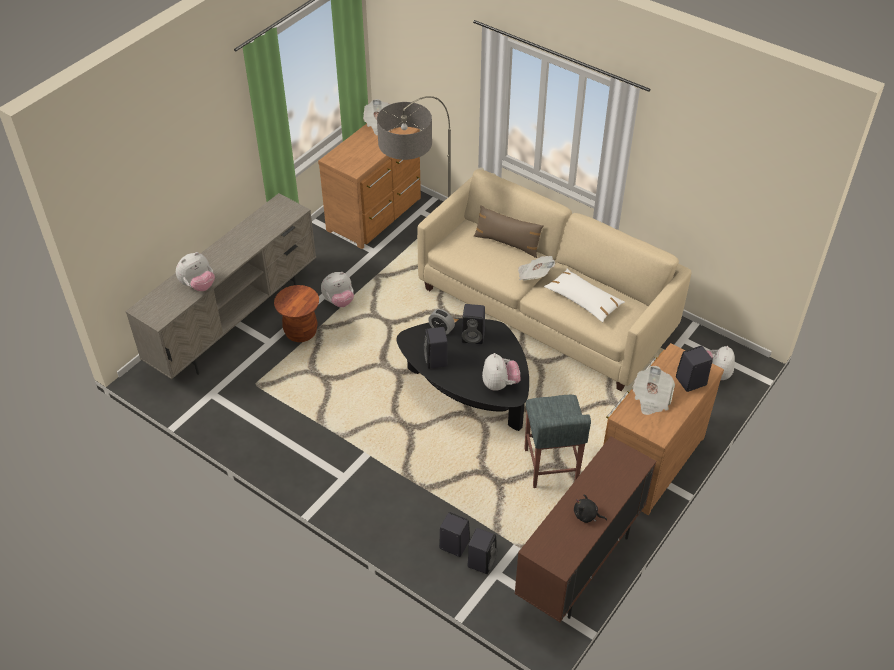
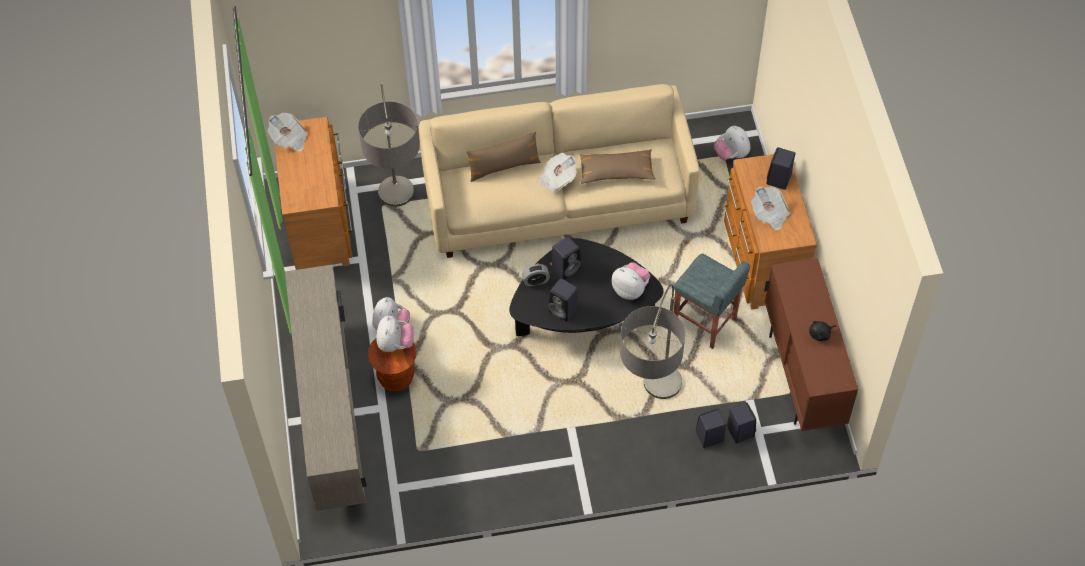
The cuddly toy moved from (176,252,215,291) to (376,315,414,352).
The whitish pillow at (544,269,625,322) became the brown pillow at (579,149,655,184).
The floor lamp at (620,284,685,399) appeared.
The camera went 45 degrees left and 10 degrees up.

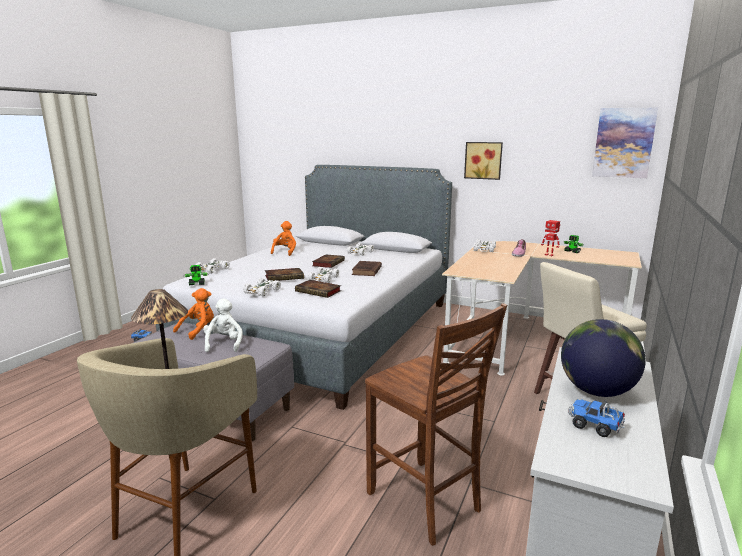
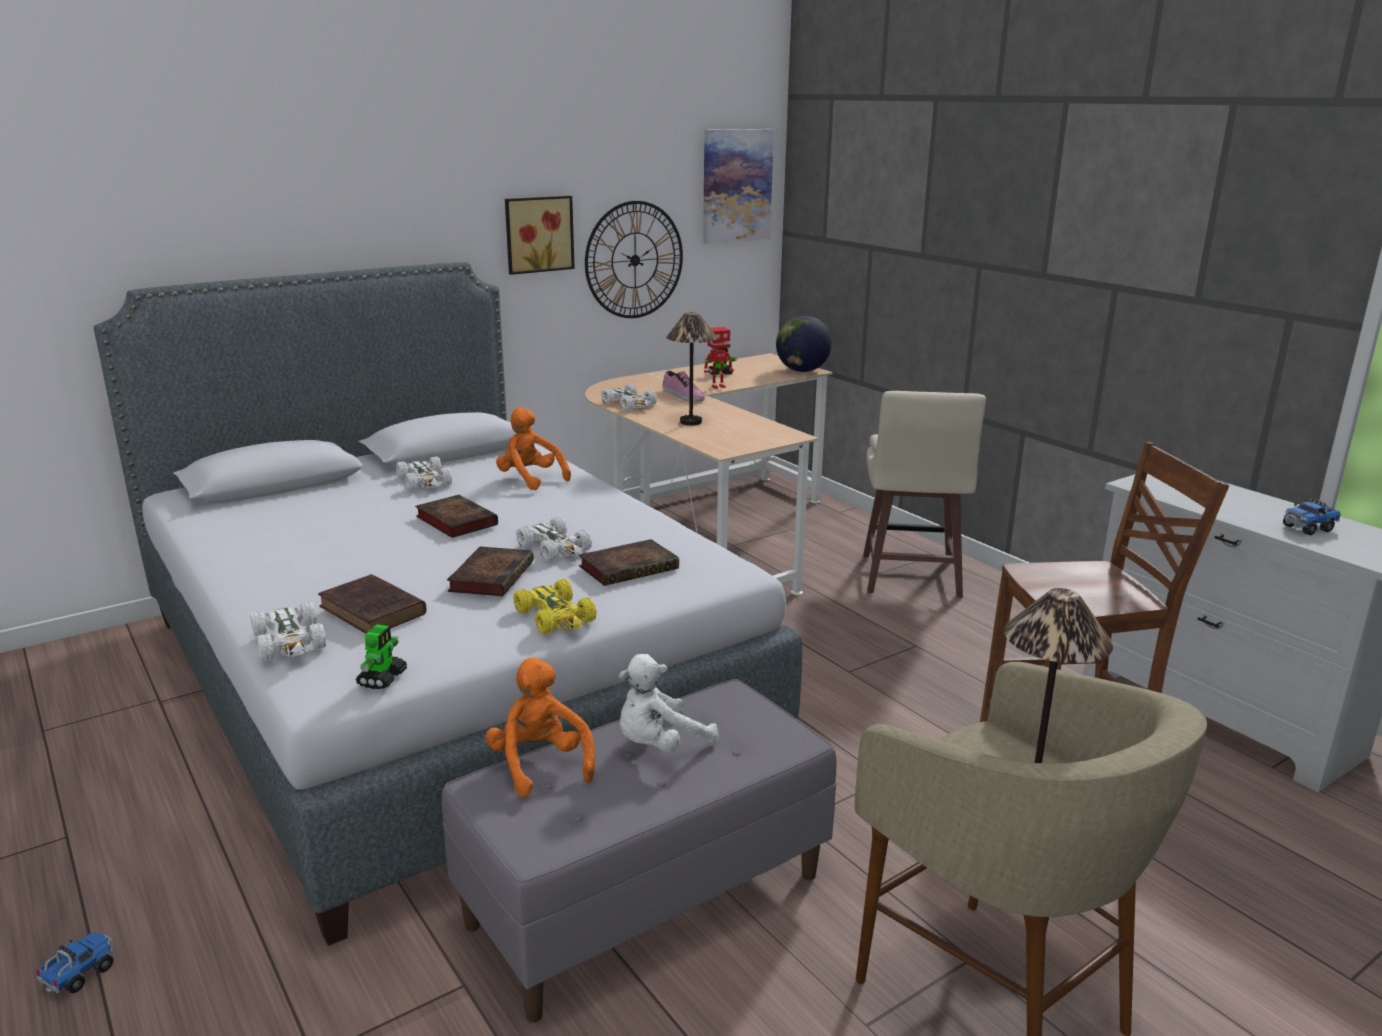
The orange cuddly toy moved from (271,221,296,256) to (496,407,571,490).
The brown book moved from (352,261,382,276) to (318,574,426,634).
The whitish model car at (243,278,281,297) became the yellowish model car at (513,579,596,634).
The whitish cuddly toy at (203,298,243,352) turned 60 degrees counterclockwise.
The desk globe moved from (561,319,646,397) to (776,316,832,372).
The clock on the wall at (585,201,683,318) appeared.
The table lamp at (666,312,718,425) appeared.
The camera went 60 degrees left and 5 degrees up.

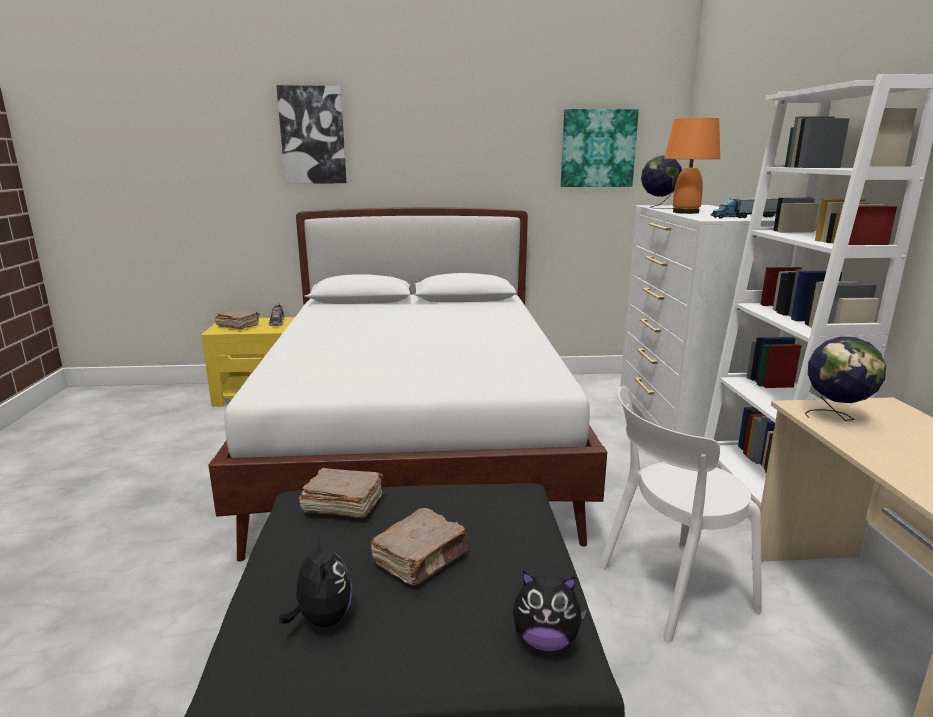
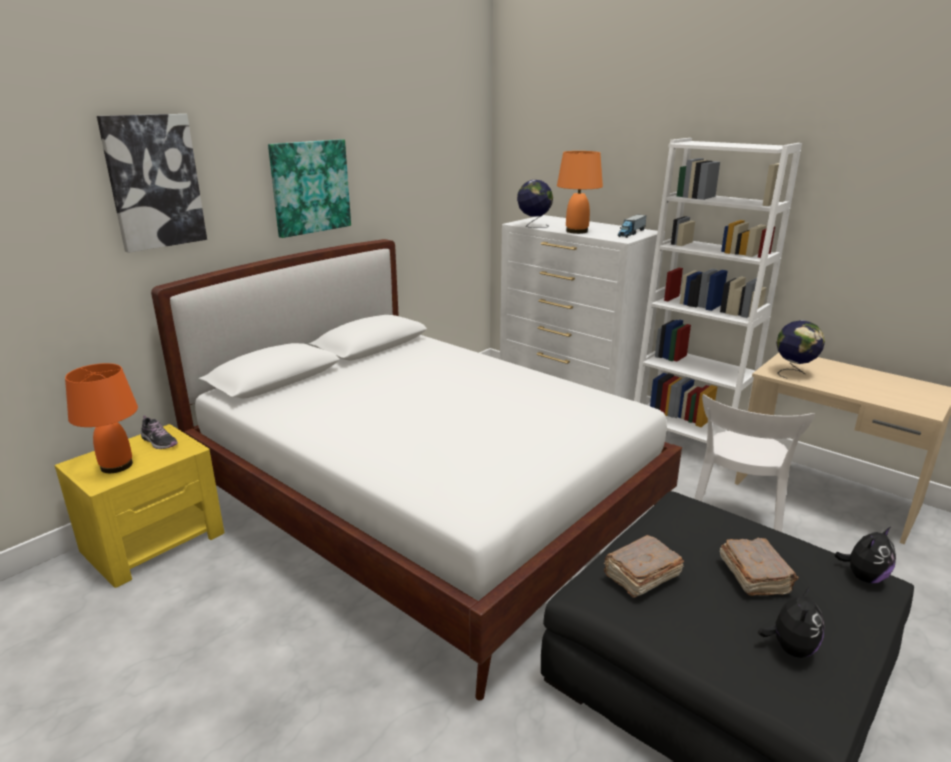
The wall picture moved from (561,109,639,187) to (268,139,351,238).
The brown book at (215,309,260,329) was replaced by the orange table lamp at (65,363,138,473).
The cuddly toy at (279,534,352,627) turned 90 degrees clockwise.
The camera went 45 degrees left and 5 degrees up.

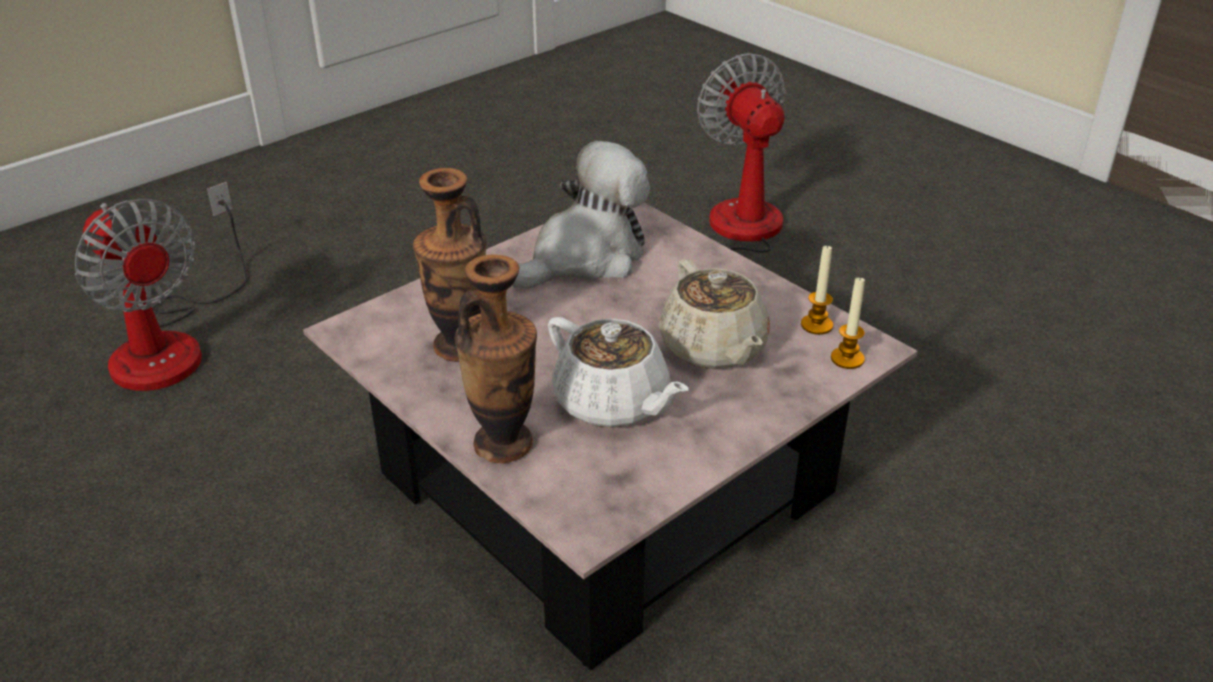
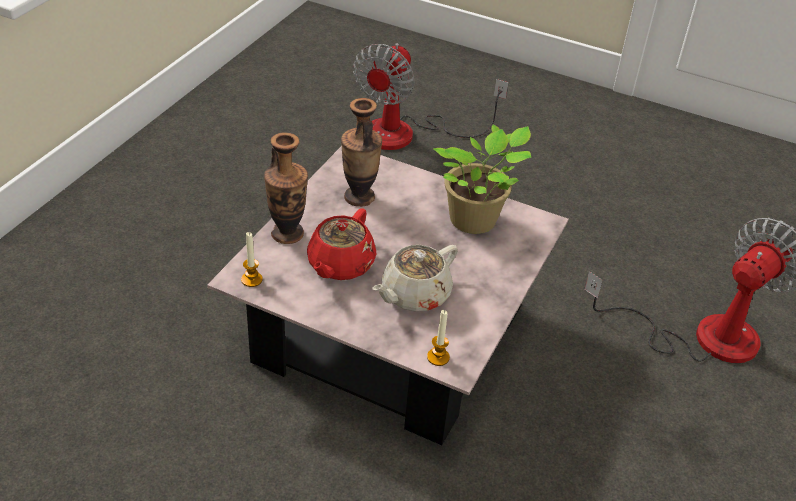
The cuddly toy at (512,141,650,289) was replaced by the potted plant at (433,125,531,234).
The candle moved from (801,245,833,335) to (241,232,263,287).
The whitish pot for tea at (548,317,689,428) became the red pot for tea at (307,208,376,280).
The camera went 65 degrees right and 5 degrees up.

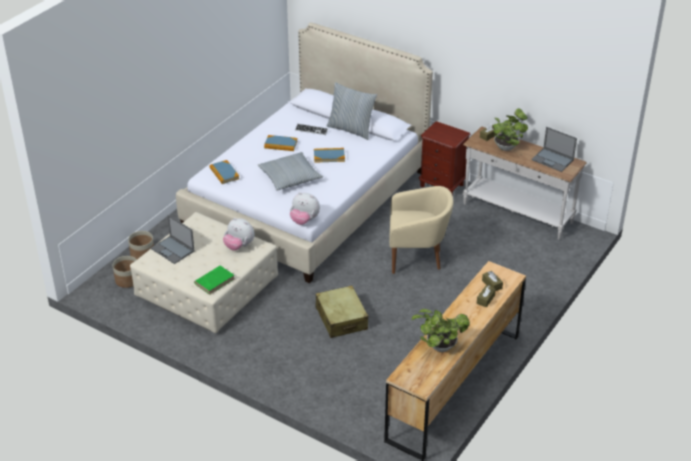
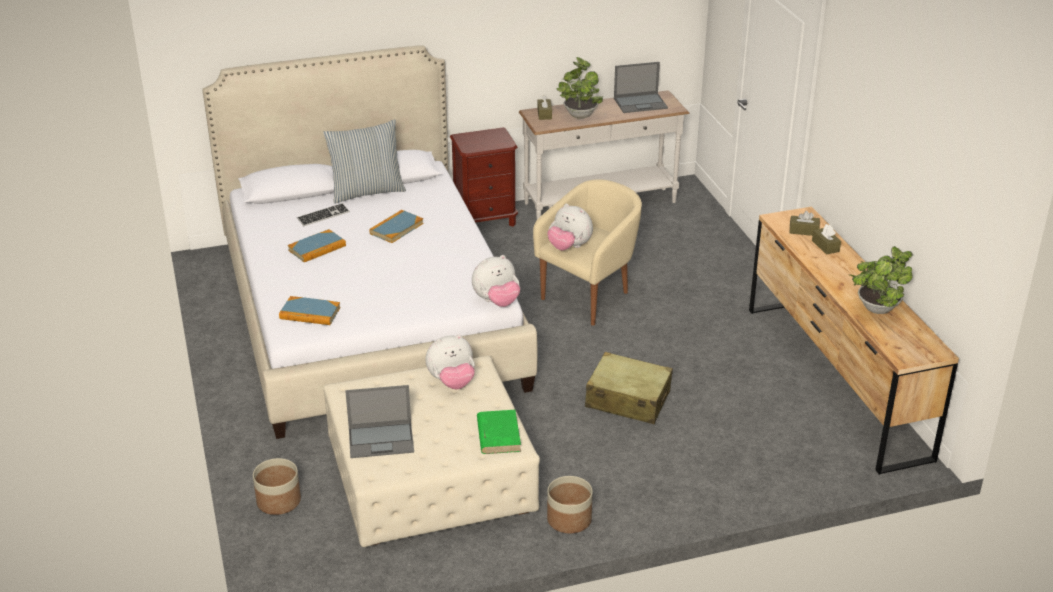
The pillow at (257,152,323,190) disappeared.
The flower pot moved from (113,256,137,288) to (547,476,593,533).
The cuddly toy at (547,204,593,251) appeared.
The camera went 50 degrees left and 5 degrees down.

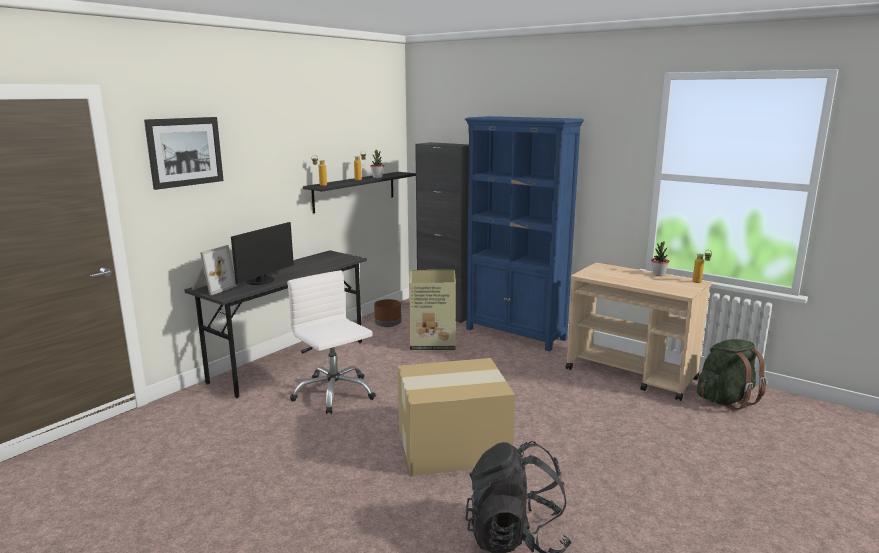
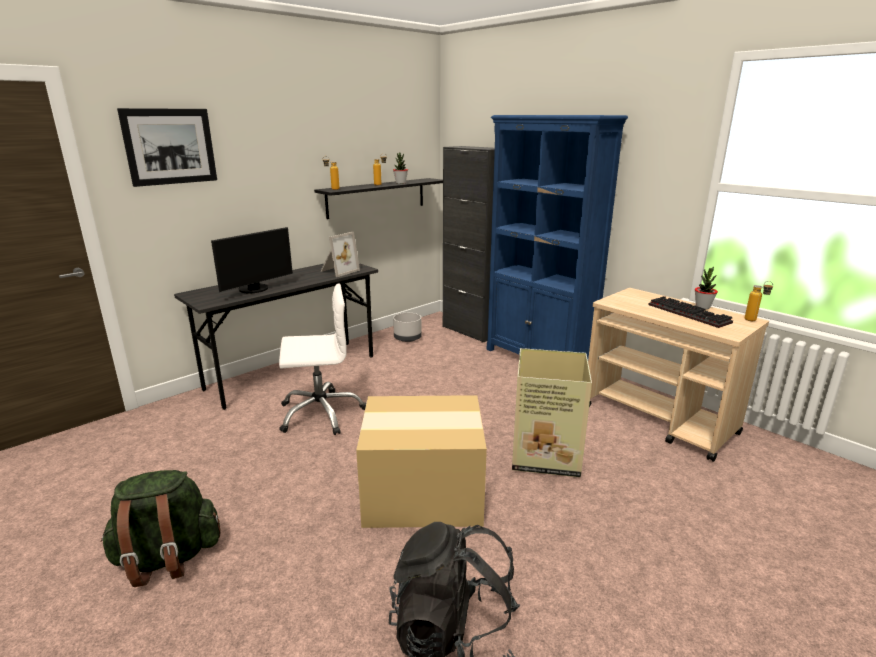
The standing frame moved from (192,245,237,295) to (320,232,360,277).
The whitish desk chair at (287,270,376,414) turned 105 degrees clockwise.
The carton moved from (409,270,456,350) to (512,348,592,477).
The brown flower pot at (374,299,402,327) became the greyish flower pot at (393,313,422,342).
The greenish rucksack moved from (697,339,767,410) to (100,470,221,587).
The computer keyboard at (648,296,733,328) appeared.
The camera went 10 degrees right and 5 degrees up.

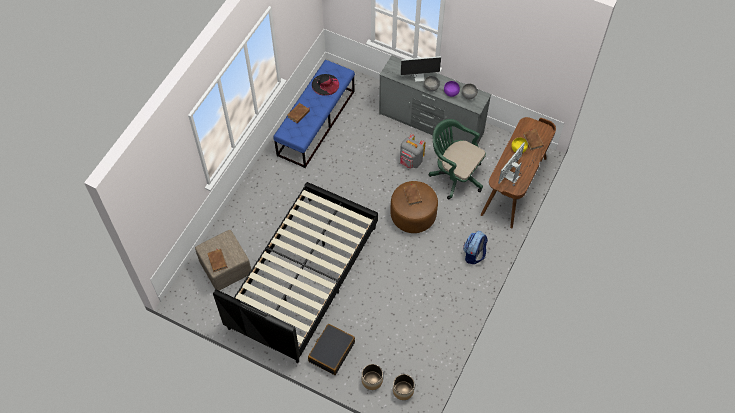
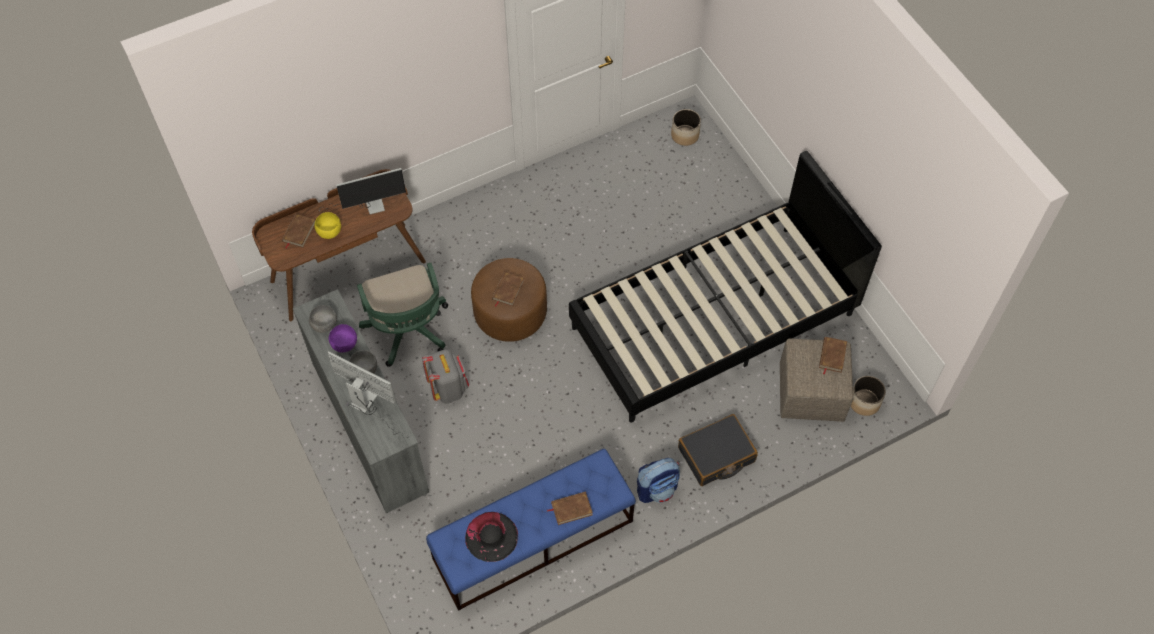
The rucksack moved from (463,231,488,264) to (637,458,680,503).
The black-coloured travel case moved from (308,324,355,375) to (678,414,758,486).
The flower pot moved from (362,364,383,390) to (851,376,886,416).
The camera went 145 degrees left and 0 degrees up.

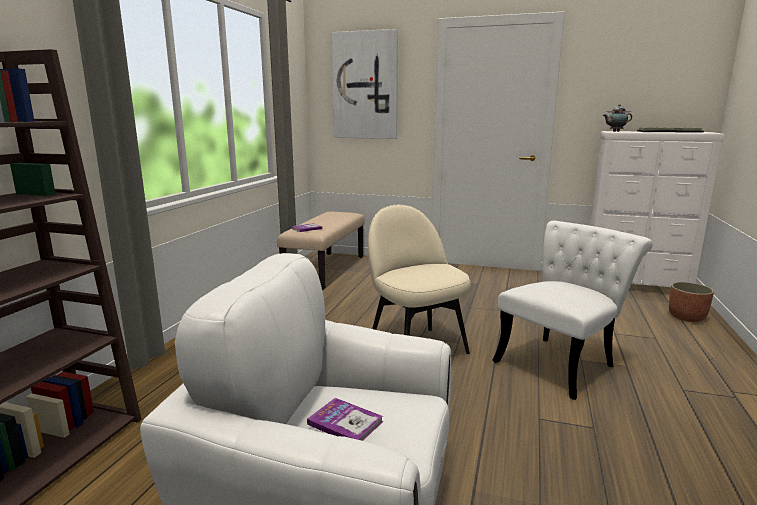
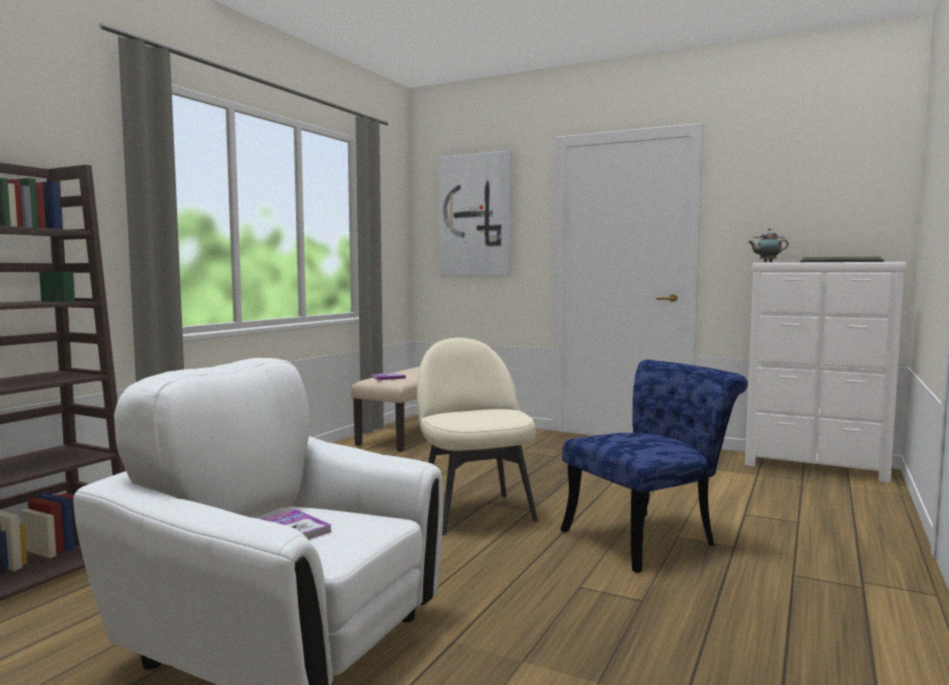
The whitish upright chair at (492,221,653,400) became the blue-coloured upright chair at (561,360,748,573).
The flower pot at (669,282,714,322) disappeared.
The camera went 10 degrees right and 10 degrees down.

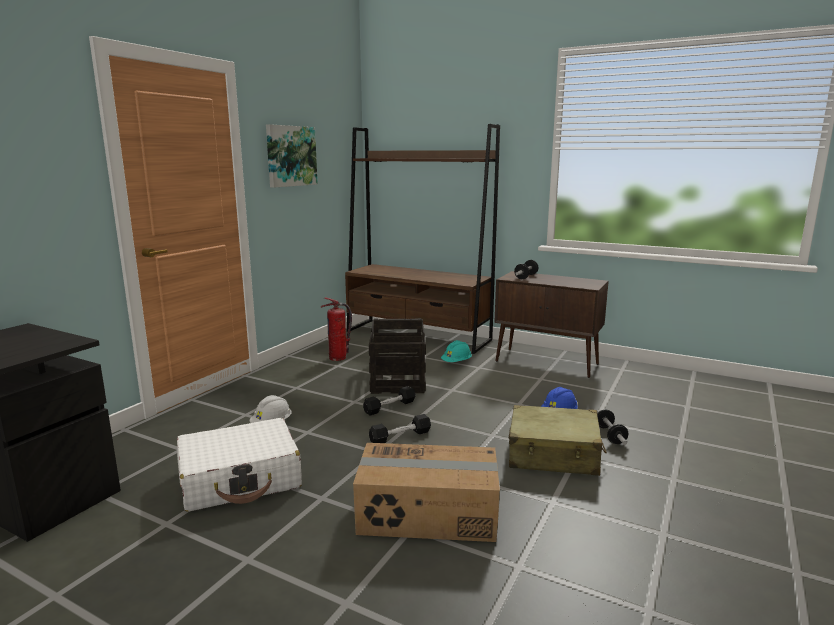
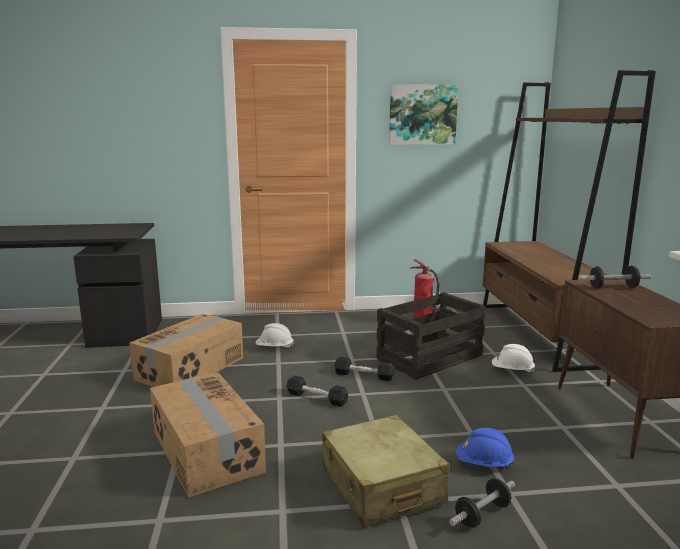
The turquoise hard hat at (441,340,472,362) became the whitish hard hat at (492,344,535,373).
The whitish travel case at (177,418,302,512) was replaced by the carton at (129,314,243,387).
The camera went 55 degrees right and 0 degrees up.

